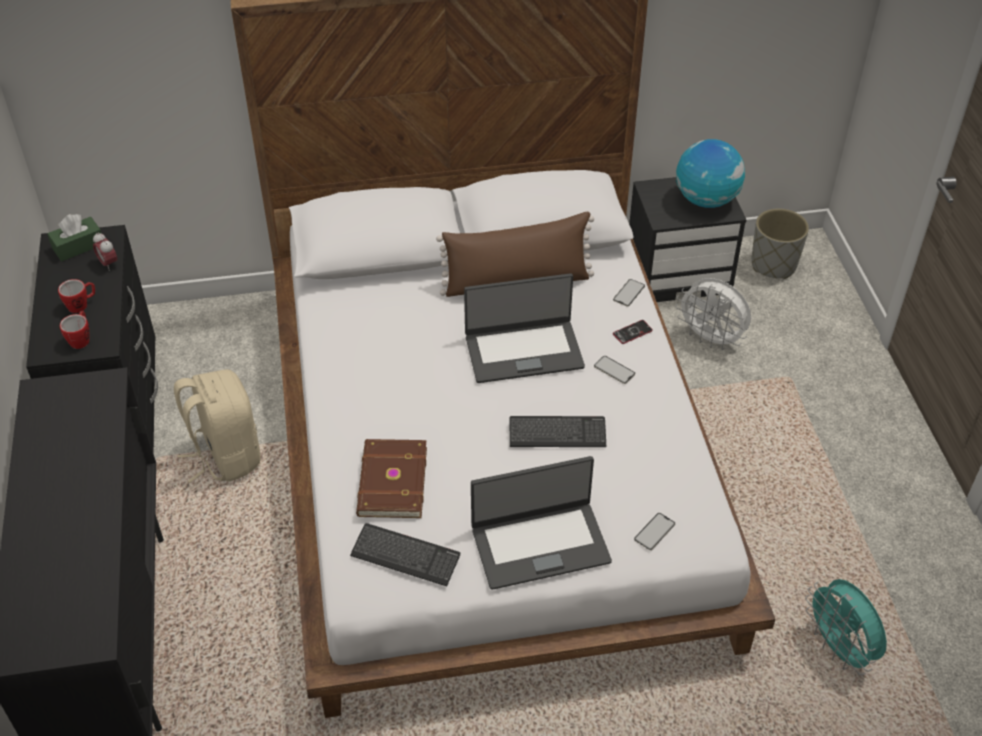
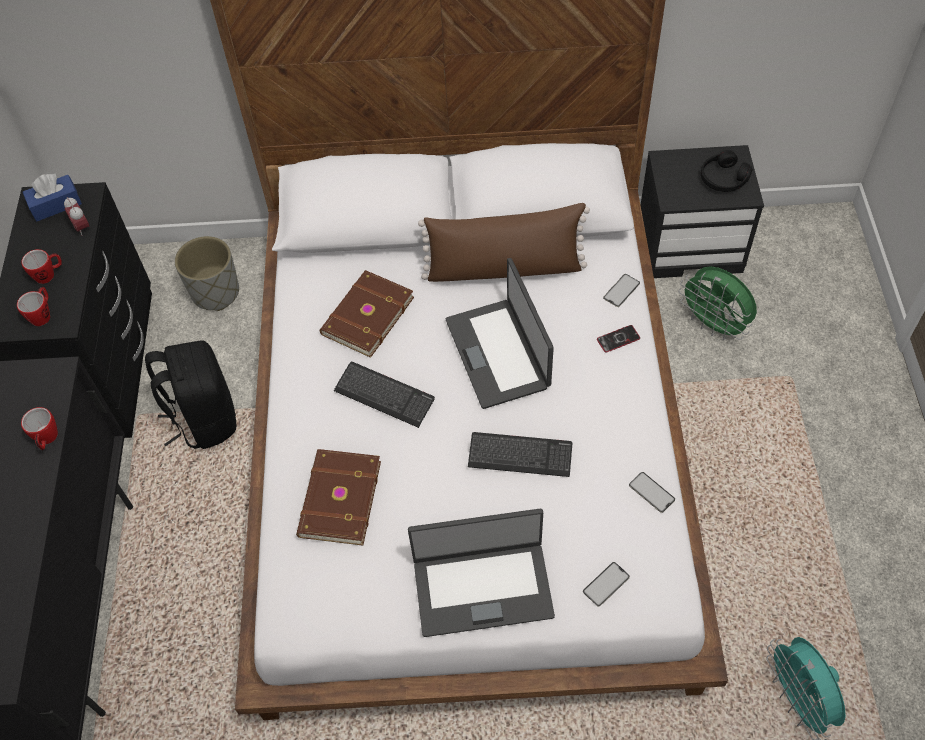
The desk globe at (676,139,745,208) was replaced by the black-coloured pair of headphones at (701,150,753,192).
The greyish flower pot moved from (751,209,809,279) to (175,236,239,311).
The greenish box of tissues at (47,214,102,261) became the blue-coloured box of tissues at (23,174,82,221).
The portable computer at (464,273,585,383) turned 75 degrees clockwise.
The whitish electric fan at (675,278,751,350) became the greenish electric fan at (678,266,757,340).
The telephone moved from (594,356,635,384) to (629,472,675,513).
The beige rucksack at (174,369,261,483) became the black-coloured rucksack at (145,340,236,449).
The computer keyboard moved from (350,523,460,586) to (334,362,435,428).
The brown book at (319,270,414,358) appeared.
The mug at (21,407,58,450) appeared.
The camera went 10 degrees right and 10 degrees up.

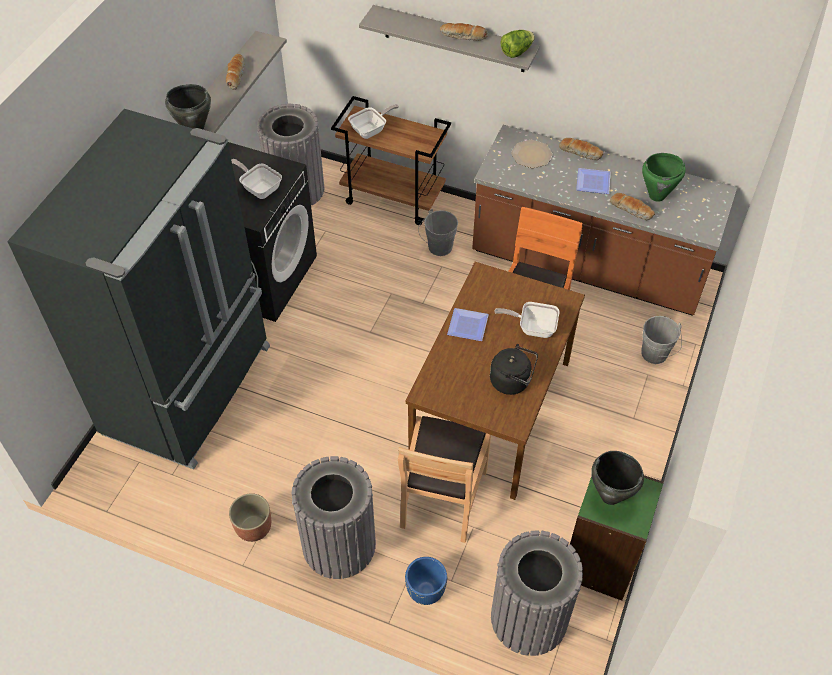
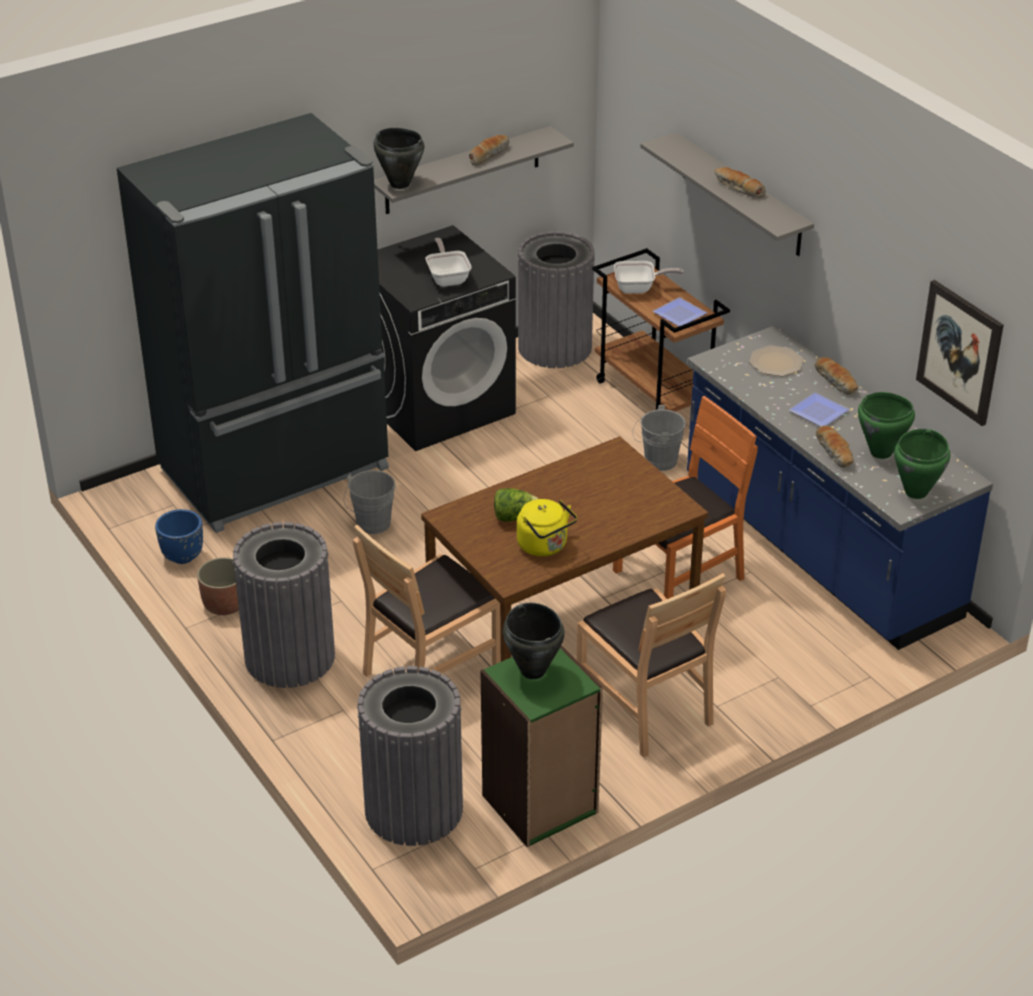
The lettuce head moved from (500,30,535,58) to (494,488,539,522).
The brown counter at (472,125,737,316) became the blue-coloured counter at (687,325,993,650).
The frying pan at (494,302,560,338) disappeared.
The dinner plate moved from (447,308,489,341) to (653,297,707,326).
The greyish pail moved from (641,316,682,364) to (344,470,396,534).
The black-coloured tea kettle at (490,344,538,395) became the yellowish tea kettle at (517,499,577,556).
The blue-coloured flower pot moved from (405,557,447,605) to (155,509,203,564).
The wall picture at (916,280,1004,426) appeared.
The greenish stockpot at (894,429,950,499) appeared.
The brown upright chair at (576,573,726,758) appeared.
The camera went 35 degrees right and 15 degrees down.

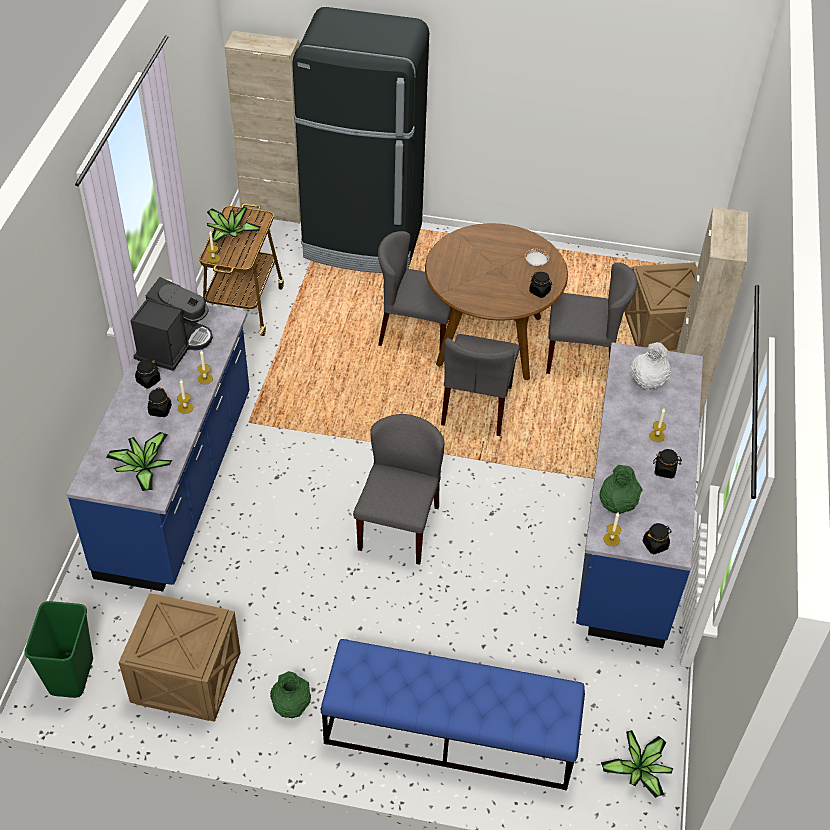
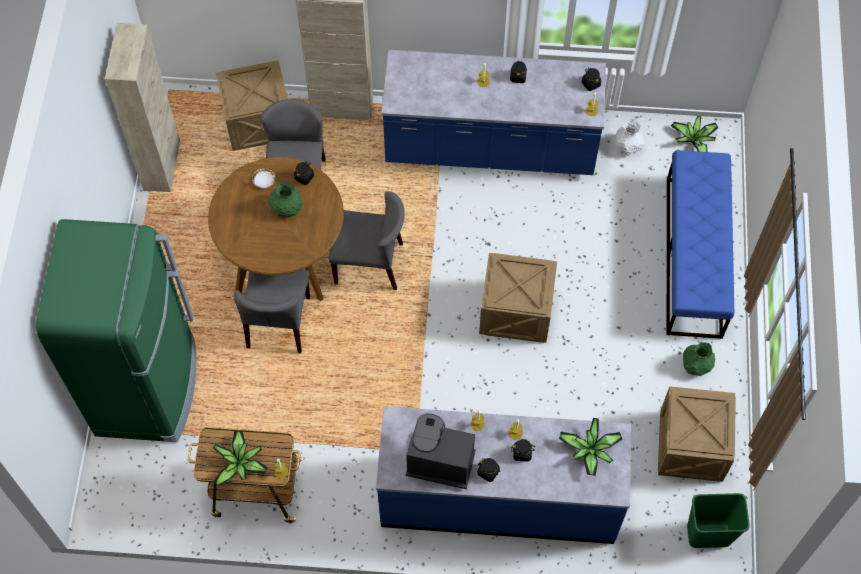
The black-coloured kitchen fridge at (292,7,429,273) became the greenish kitchen fridge at (36,219,196,442).
The beige storage cabinet moved from (224,31,301,224) to (105,23,180,192).
The whitish decorative vase moved from (631,342,671,390) to (615,120,645,155).
The greyish upright chair at (353,414,444,565) was replaced by the shipping crate at (479,253,557,343).
The greenish decorative vase moved from (600,465,643,514) to (269,182,303,217).
The camera went 95 degrees left and 15 degrees up.

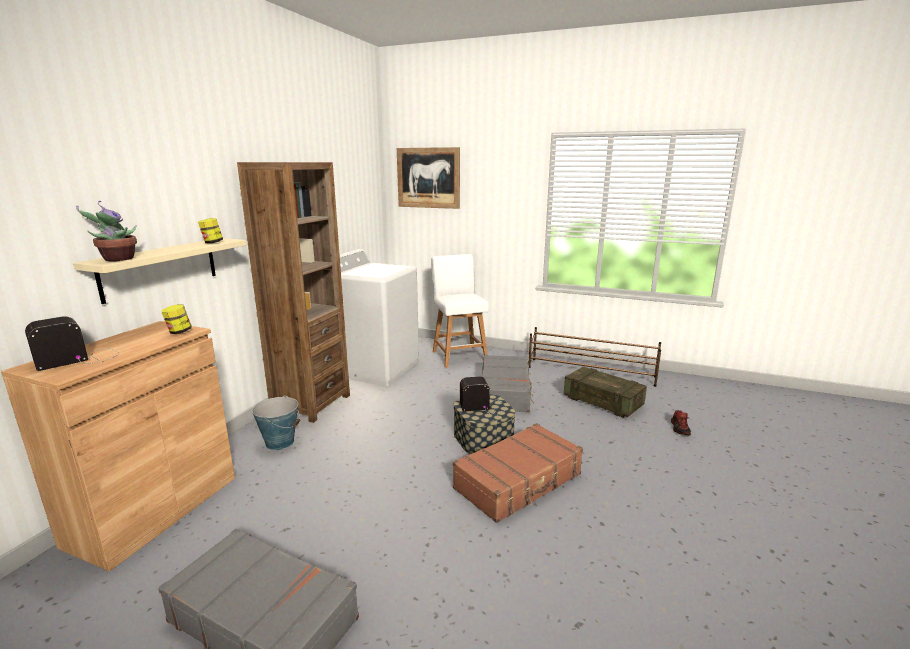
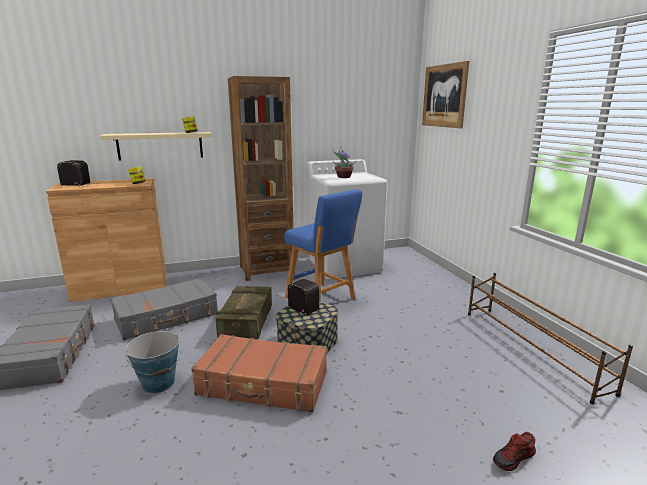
The potted plant moved from (76,201,137,261) to (333,147,356,178).
The whitish sitting stool at (431,254,489,368) disappeared.
The greyish travel case moved from (482,355,534,413) to (111,278,218,340).
The shipping crate moved from (564,366,647,418) to (216,286,272,340).
The pail moved from (252,395,300,450) to (125,331,182,394).
The blue-coloured sitting stool at (284,189,362,302) appeared.
The camera went 50 degrees right and 0 degrees up.

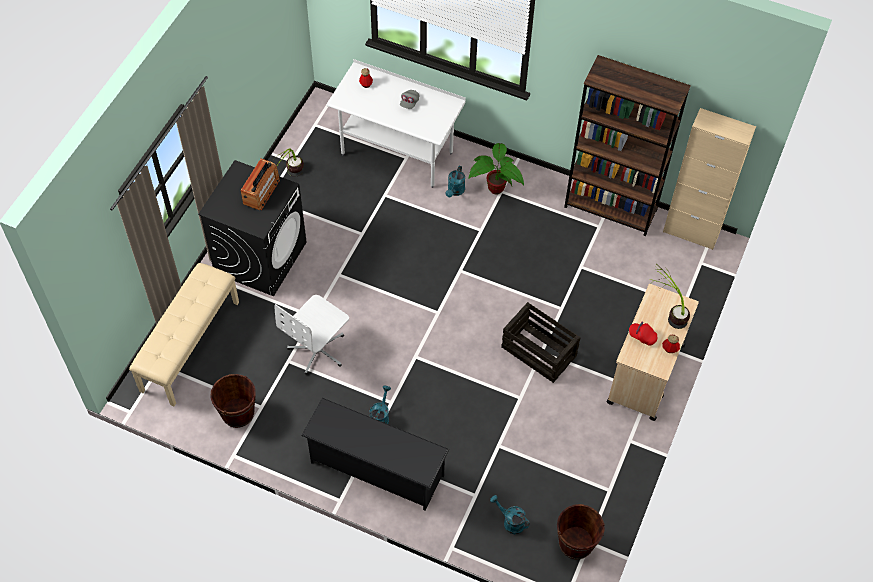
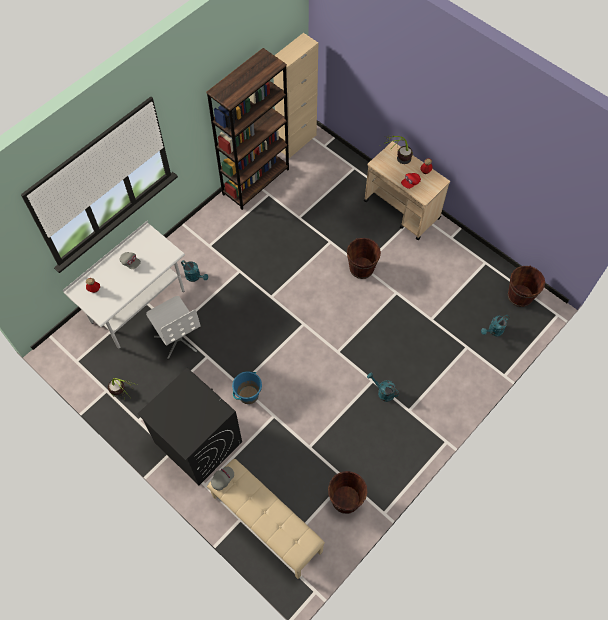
The potted plant at (469,143,524,194) disappeared.
The radio set at (240,159,280,210) disappeared.
The whitish desk chair moved from (274,295,349,375) to (146,296,200,360).
The shipping crate at (501,302,581,383) was replaced by the brown pail at (347,238,381,279).
The black-coloured shoe rack at (301,398,449,511) disappeared.
The blue-coloured pail at (232,372,262,404) appeared.
The greyish baseball cap at (211,467,234,491) appeared.
The camera went 70 degrees left and 5 degrees up.

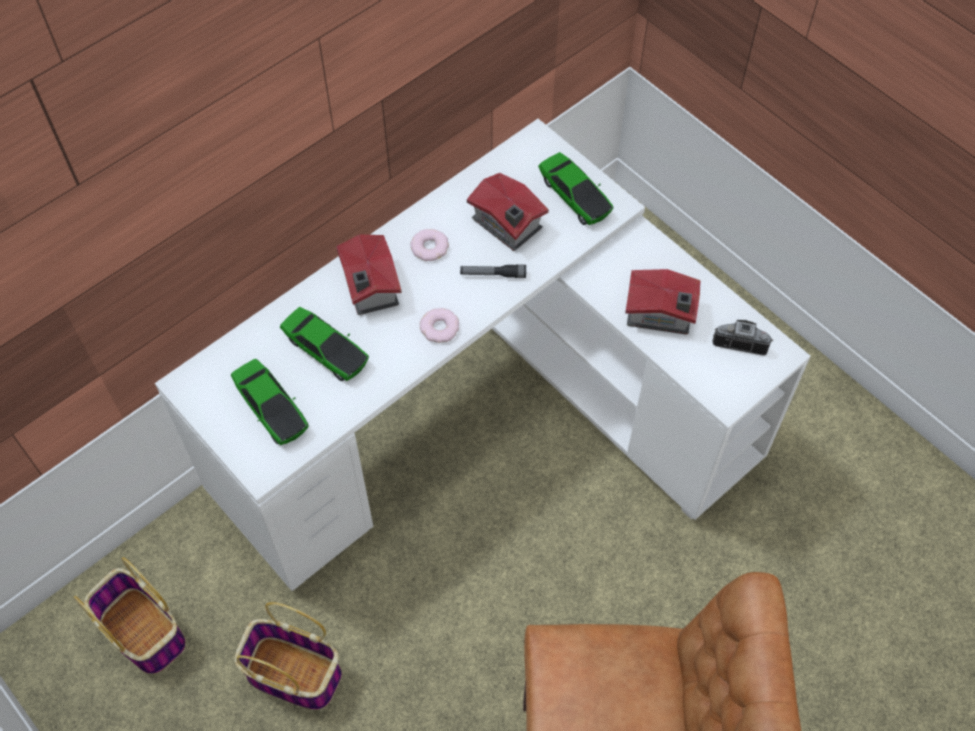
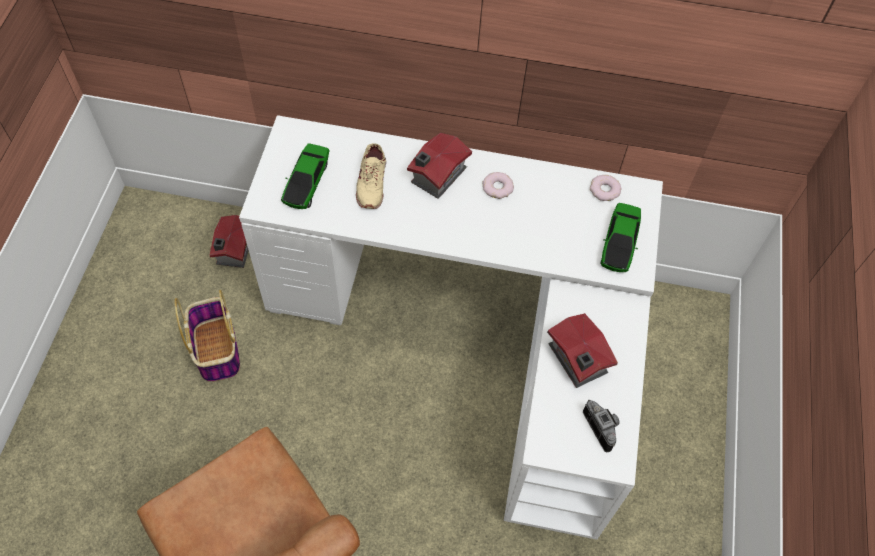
The miniature house moved from (467,173,549,251) to (210,215,249,268).
The hand torch at (460,264,526,278) disappeared.
The model car at (280,307,369,381) was replaced by the beige shoe at (356,143,386,209).
The ring doughnut moved from (420,308,459,343) to (590,175,621,201).
The household basket at (74,557,186,675) disappeared.
The camera went 50 degrees right and 0 degrees up.

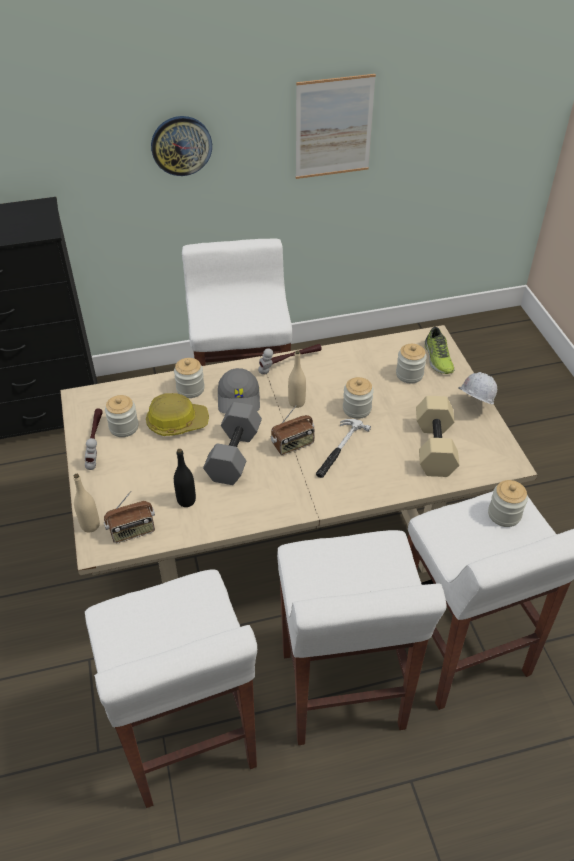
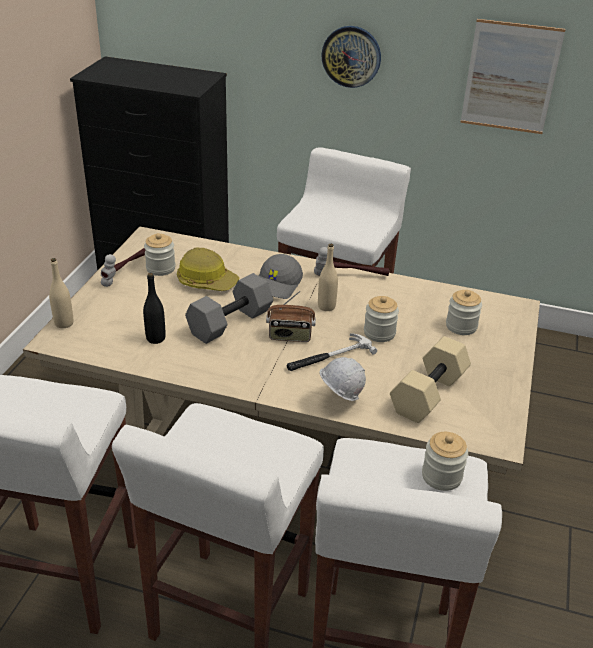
The shoe at (425,327,454,374) disappeared.
The preserve jar at (174,358,205,398) disappeared.
The whitish hard hat moved from (459,372,497,404) to (320,357,366,401).
The radio set at (104,491,155,543) disappeared.
The camera went 30 degrees right and 10 degrees down.

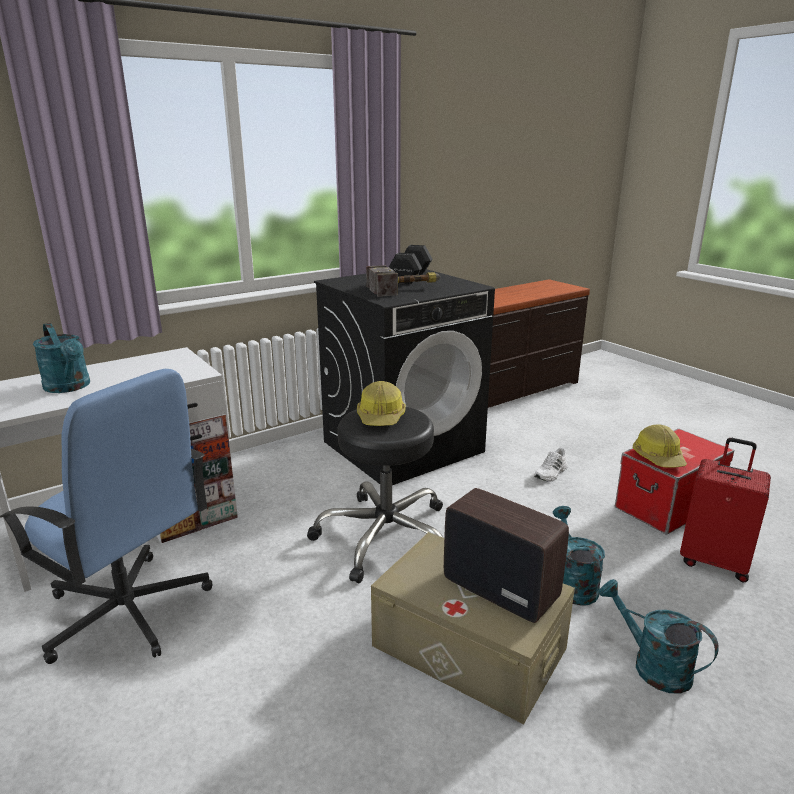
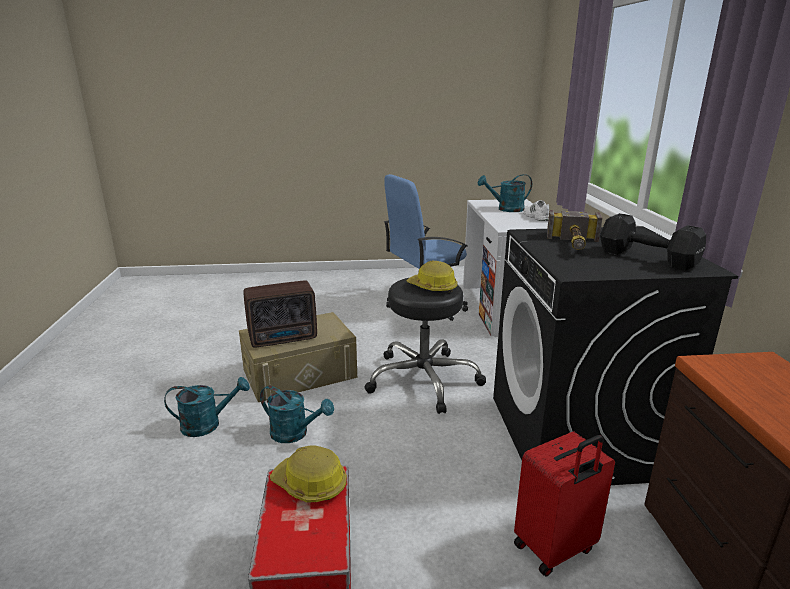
The red travel case moved from (680,438,771,583) to (514,432,615,577).
The whitish shoe moved from (534,448,568,481) to (523,200,549,221).
The camera went 120 degrees right and 0 degrees up.

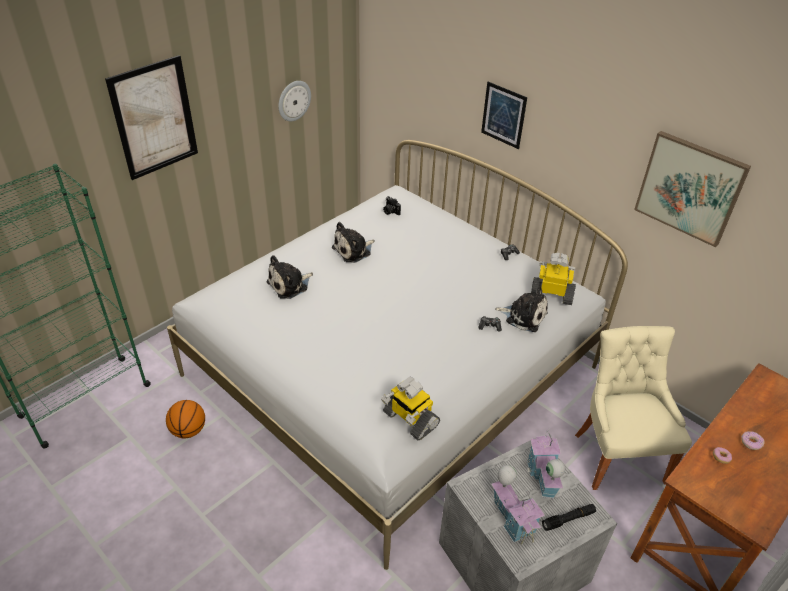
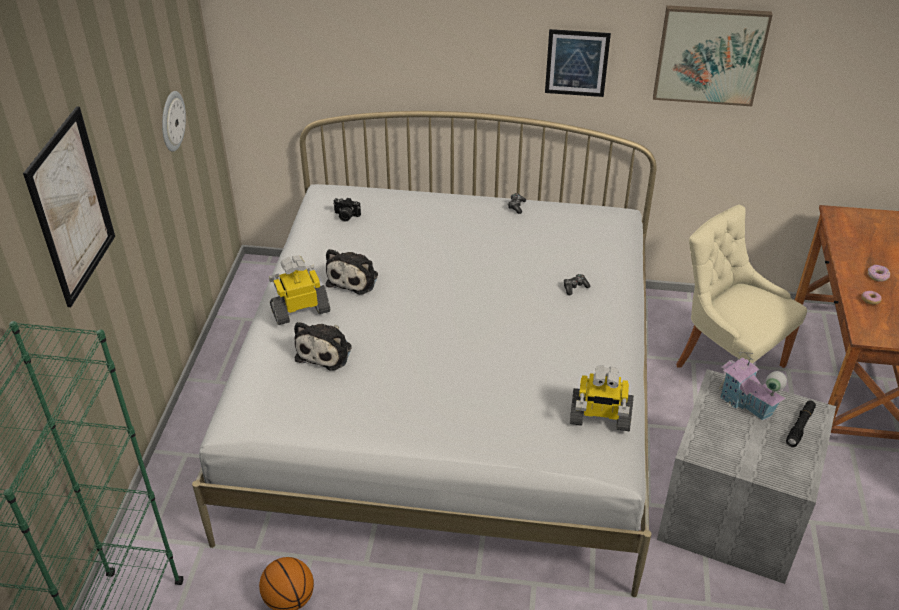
The wall picture moved from (481,82,527,149) to (545,29,611,97).
The robot figure moved from (531,253,576,305) to (269,256,330,325).
The cuddly toy at (495,286,548,332) disappeared.
The miniature house at (492,465,545,545) disappeared.
The camera went 35 degrees left and 0 degrees up.

